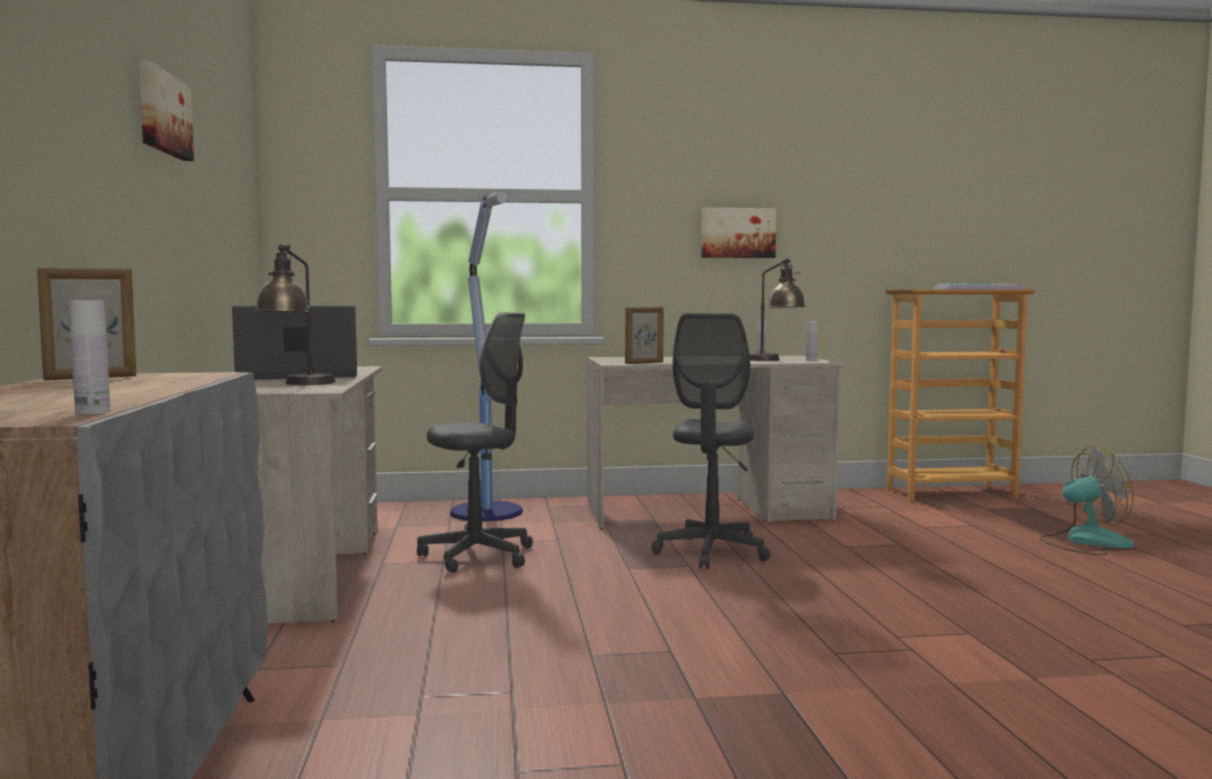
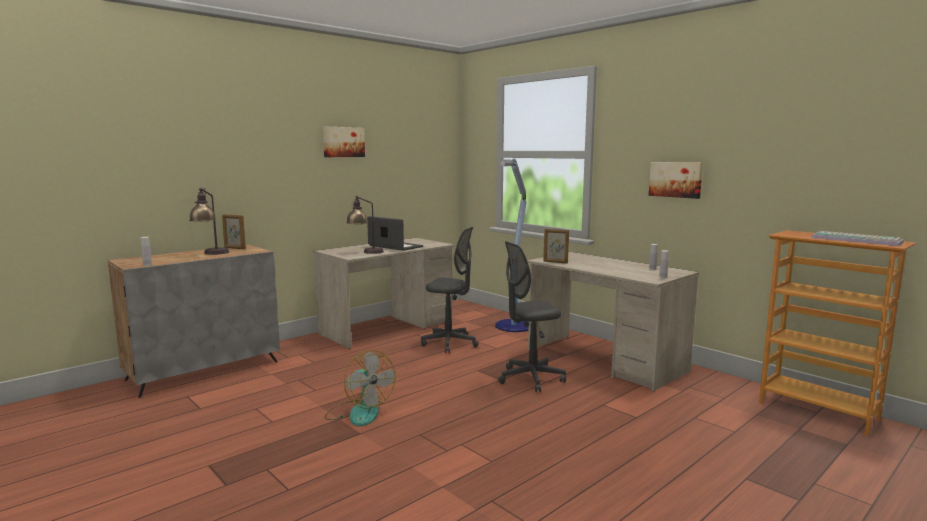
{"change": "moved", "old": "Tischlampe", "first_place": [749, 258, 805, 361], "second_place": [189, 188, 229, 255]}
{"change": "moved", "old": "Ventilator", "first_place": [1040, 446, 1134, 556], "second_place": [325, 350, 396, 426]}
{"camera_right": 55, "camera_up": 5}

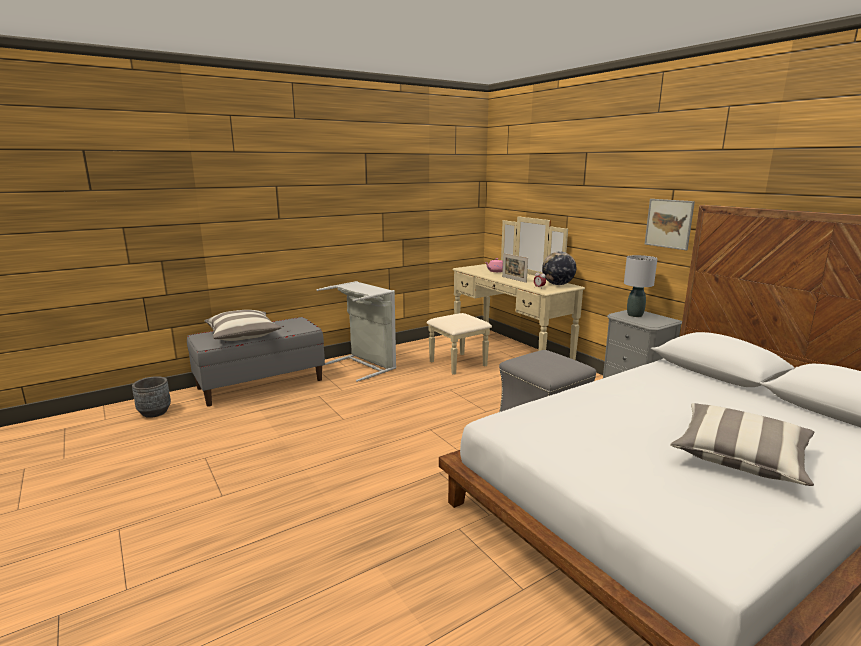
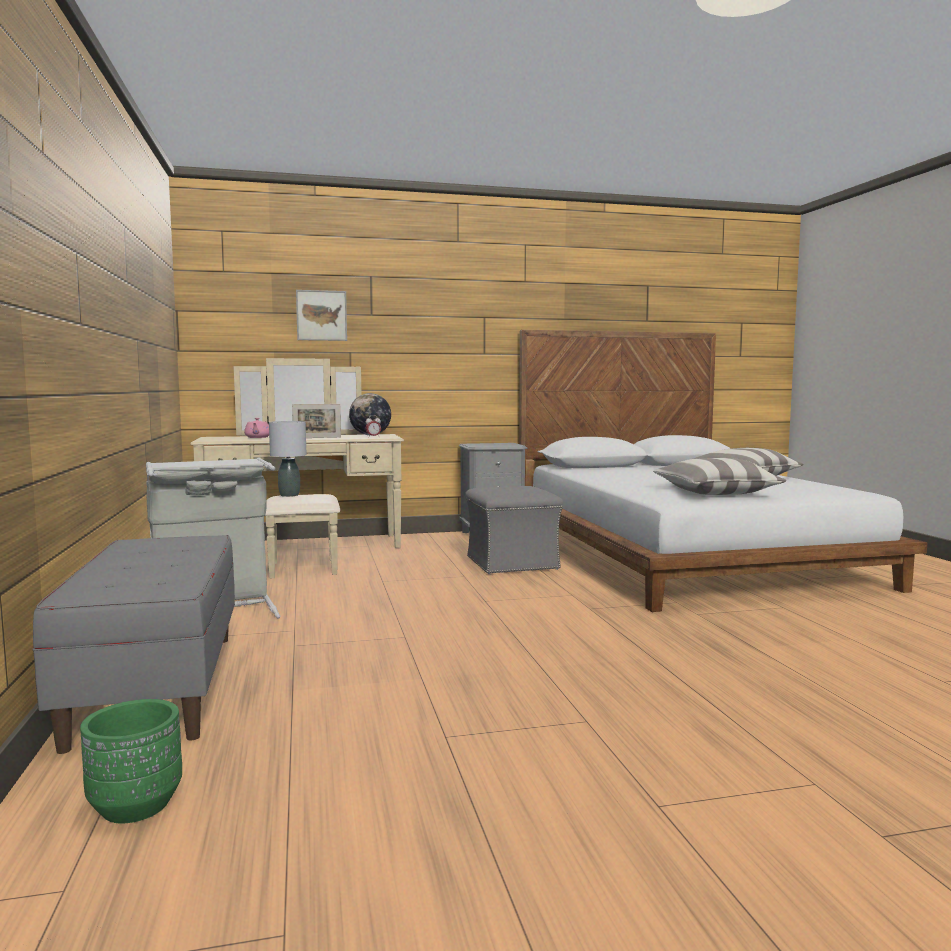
{"change": "moved", "old": "Kissen", "first_place": [204, 310, 282, 341], "second_place": [653, 458, 786, 495]}
{"change": "moved", "old": "Tischlampe/grau", "first_place": [624, 255, 657, 317], "second_place": [269, 421, 307, 497]}
{"change": "moved", "old": "Bild", "first_place": [645, 199, 695, 250], "second_place": [296, 290, 347, 341]}
{"change": "recoloured", "old": "Pflanzkübel/grau", "new": "Pflanzkübel/grün", "first_place": [132, 376, 171, 418], "second_place": [80, 699, 182, 823]}
{"camera_right": -70, "camera_up": -10}

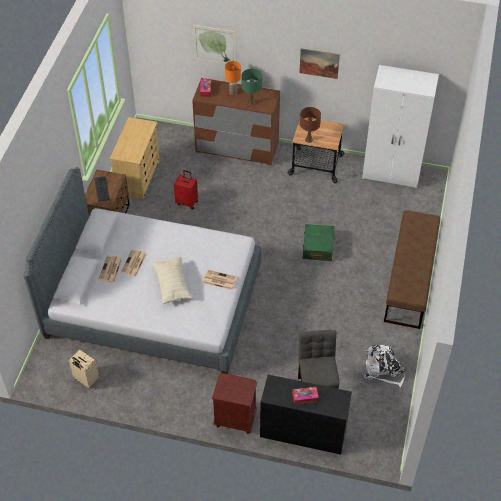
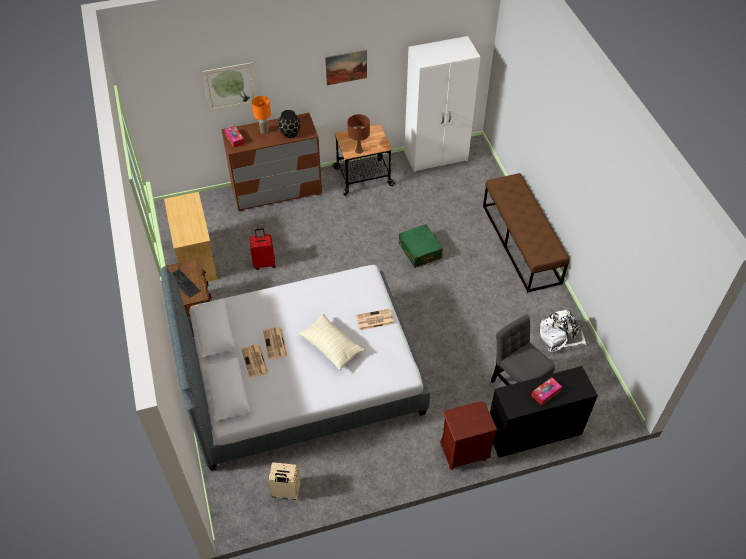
{"change": "replaced", "old": "Tischlampe/grün", "new": "Vase/schwarz", "first_place": [242, 69, 262, 105], "second_place": [278, 110, 300, 138]}
{"camera_right": -30, "camera_up": 0}

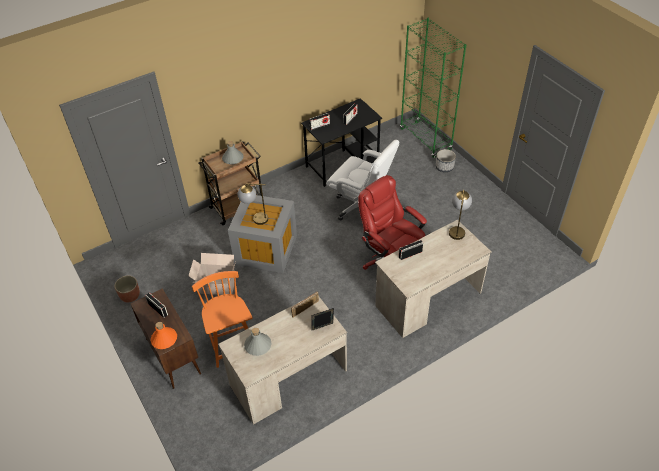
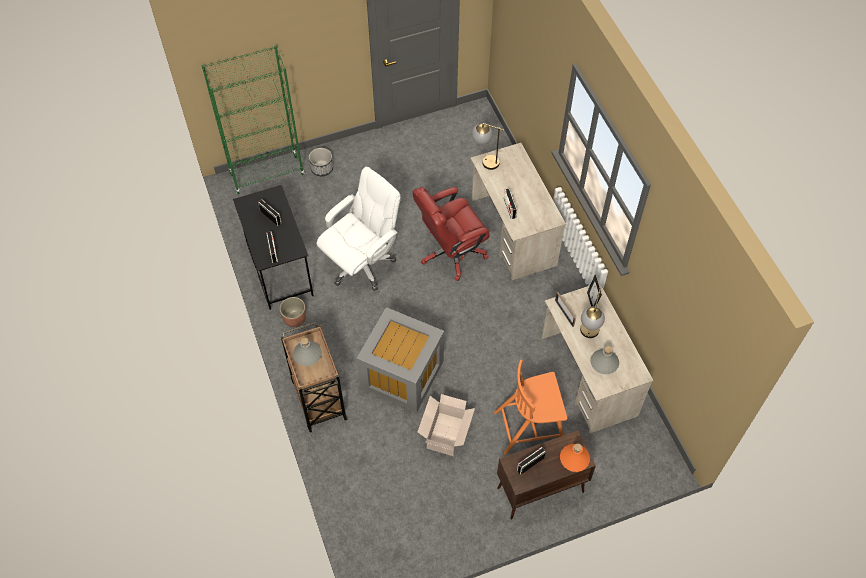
{"change": "moved", "old": "Pflanzkübel", "first_place": [115, 276, 140, 302], "second_place": [280, 297, 306, 327]}
{"change": "moved", "old": "Tischlampe", "first_place": [238, 183, 268, 225], "second_place": [580, 288, 605, 338]}
{"camera_right": -80, "camera_up": 10}

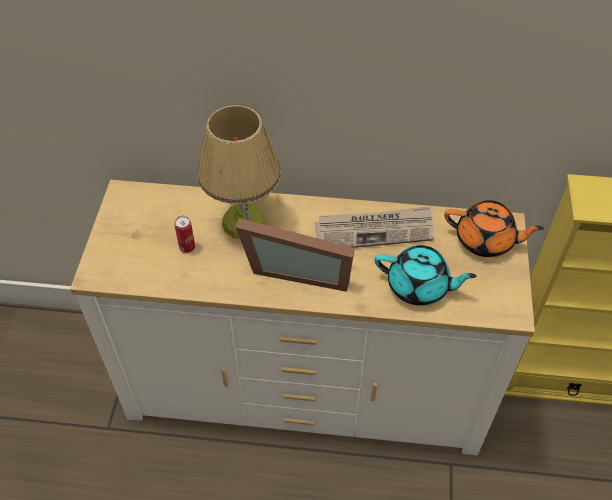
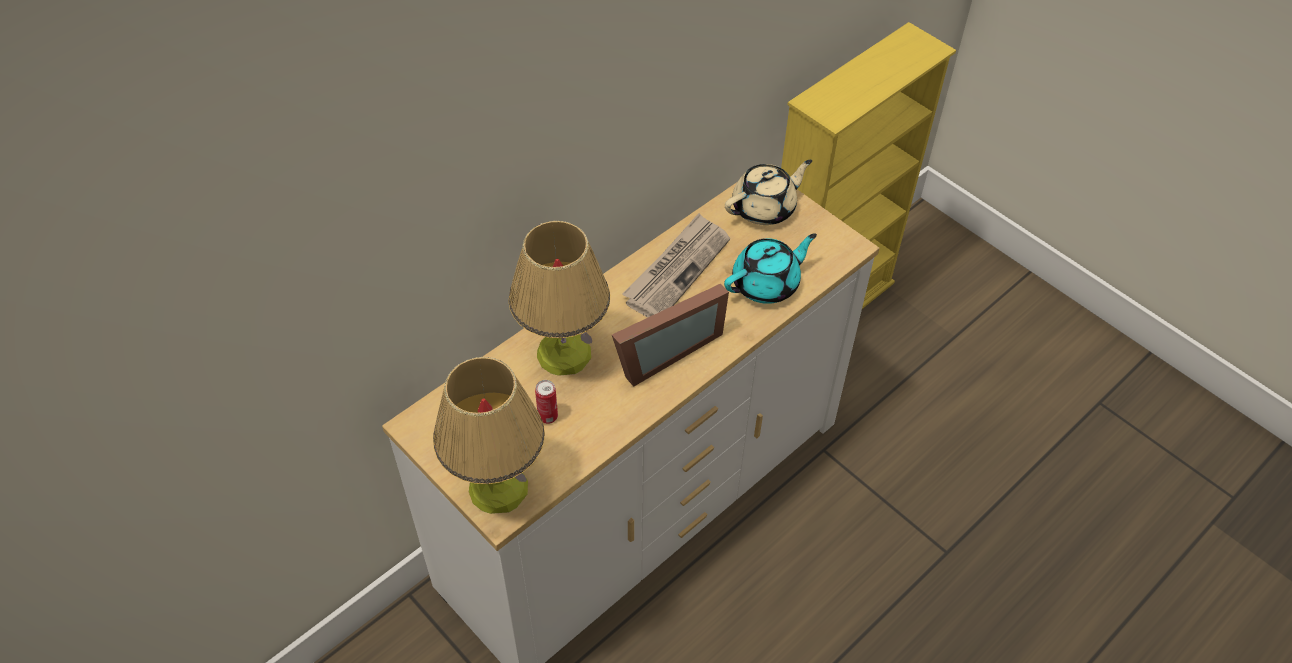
{"change": "added", "new": "Tischlampe", "second_place": [433, 357, 545, 514]}
{"change": "recoloured", "old": "Teekanne/orange", "new": "Teekanne/beige", "first_place": [444, 200, 544, 257], "second_place": [725, 160, 812, 225]}
{"camera_right": -50, "camera_up": 0}

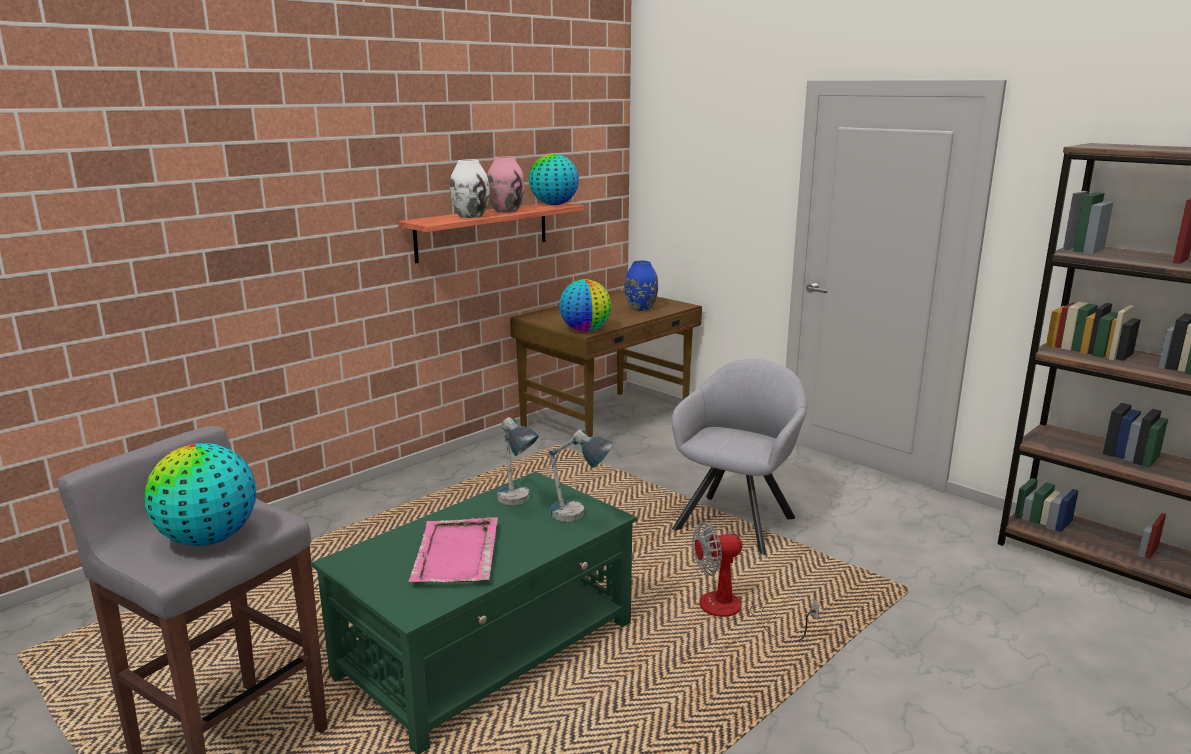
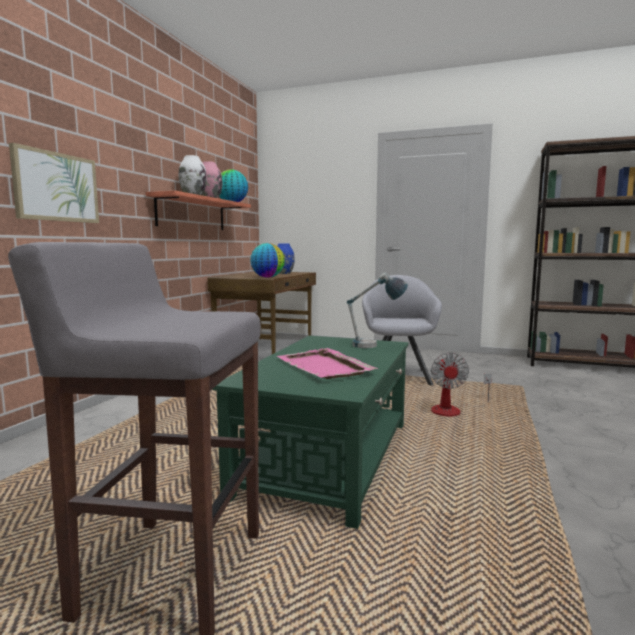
{"change": "removed", "old": "Globus", "first_place": [145, 443, 256, 546]}
{"change": "removed", "old": "Tischlampe", "first_place": [497, 417, 539, 505]}
{"change": "added", "new": "Bild", "second_place": [9, 143, 99, 223]}
{"change": "turned", "old": "Ventilator", "first_place": [693, 522, 819, 641], "second_place": [431, 353, 492, 416], "degrees": -45}
{"camera_right": -25, "camera_up": -10}

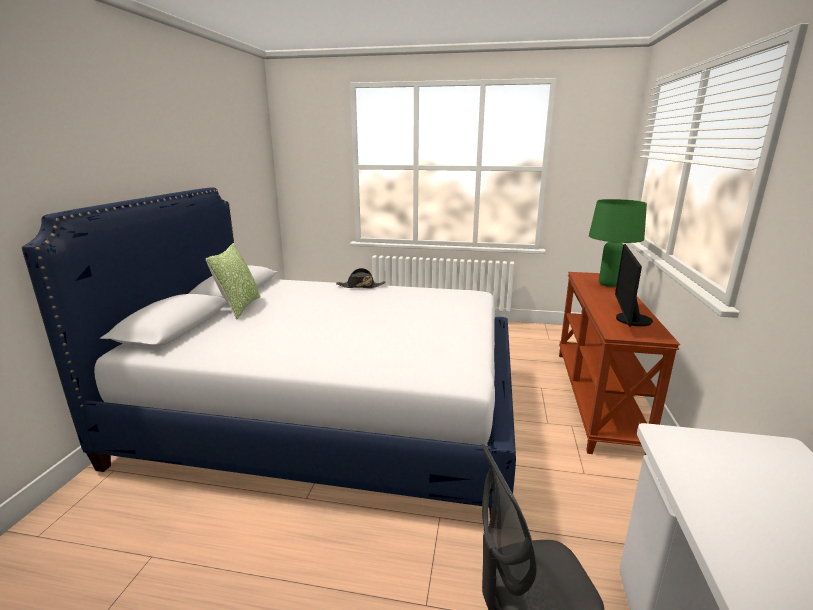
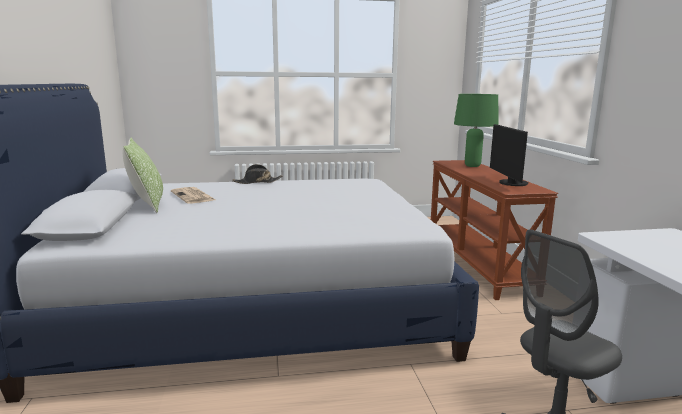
{"change": "added", "new": "Zeitung", "second_place": [171, 187, 215, 204]}
{"camera_right": -20, "camera_up": -5}

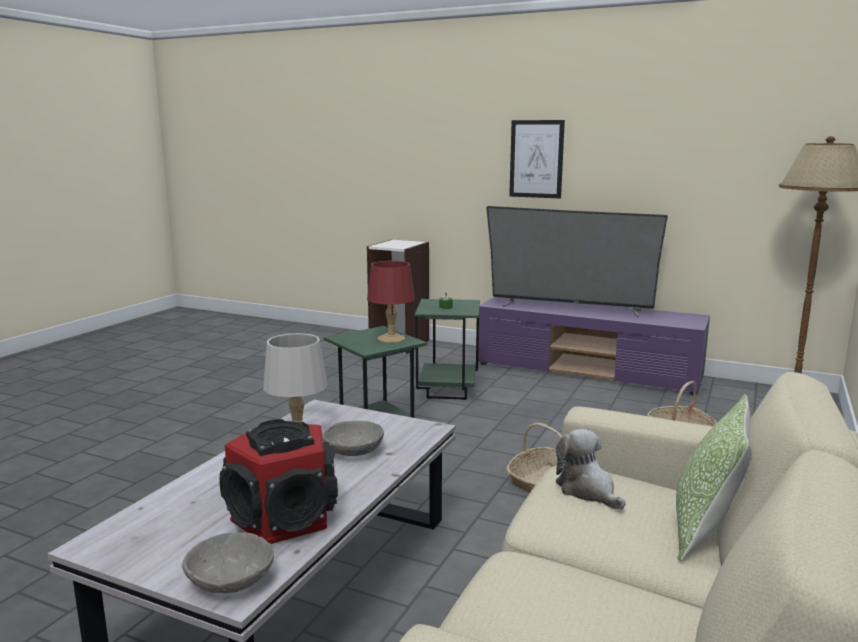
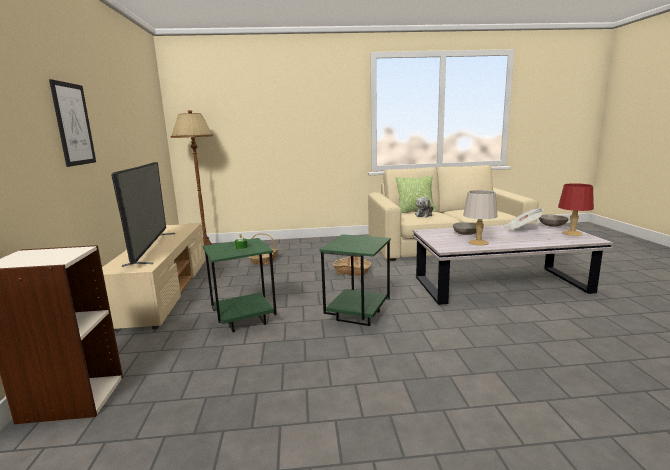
{"change": "moved", "old": "Tischlampe/rot", "first_place": [367, 261, 415, 343], "second_place": [558, 183, 594, 236]}
{"change": "replaced", "old": "Lautsprecher", "new": "Zeitung", "first_place": [219, 419, 338, 544], "second_place": [501, 208, 544, 230]}
{"change": "recoloured", "old": "Fernsehschrank/lila", "new": "Fernsehschrank/beige", "first_place": [478, 297, 710, 395], "second_place": [102, 223, 206, 329]}
{"camera_right": -120, "camera_up": 0}

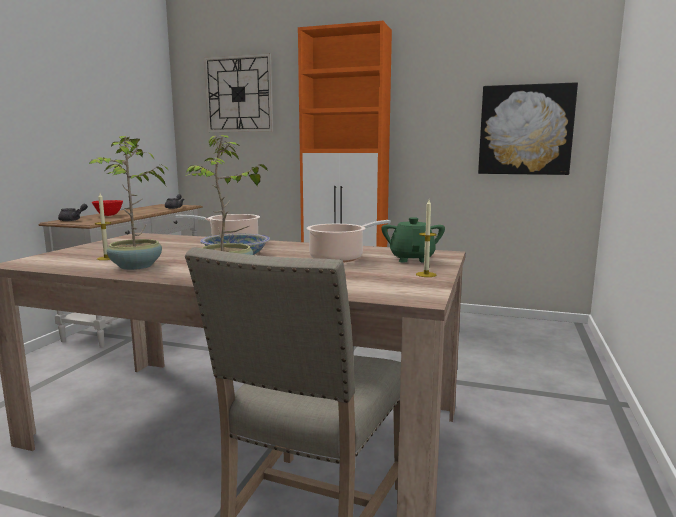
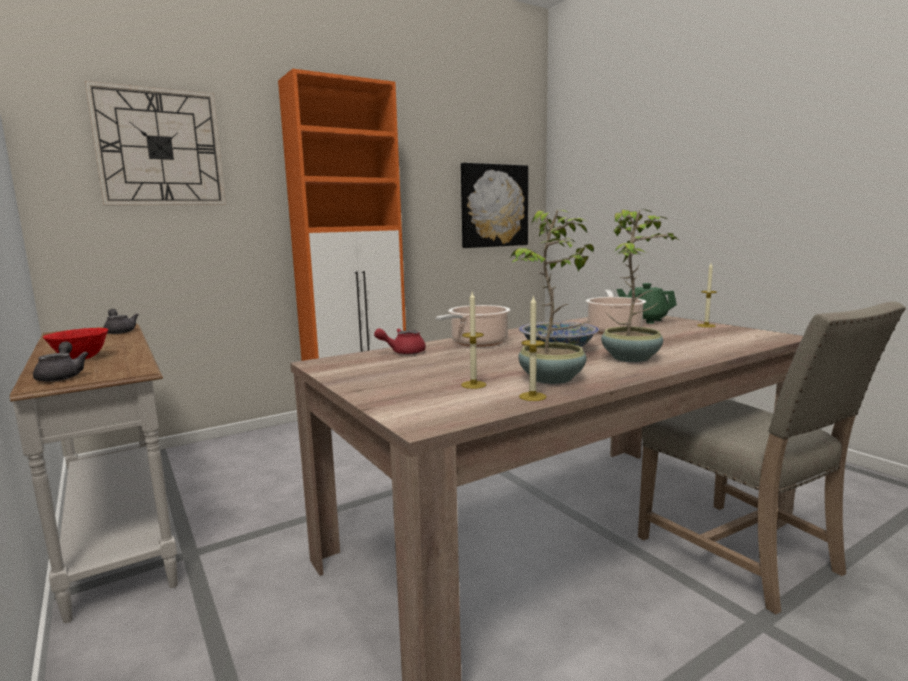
{"change": "added", "new": "Teekanne/rot", "second_place": [374, 328, 426, 354]}
{"change": "added", "new": "Kerze", "second_place": [519, 295, 547, 401]}
{"camera_right": -50, "camera_up": 0}

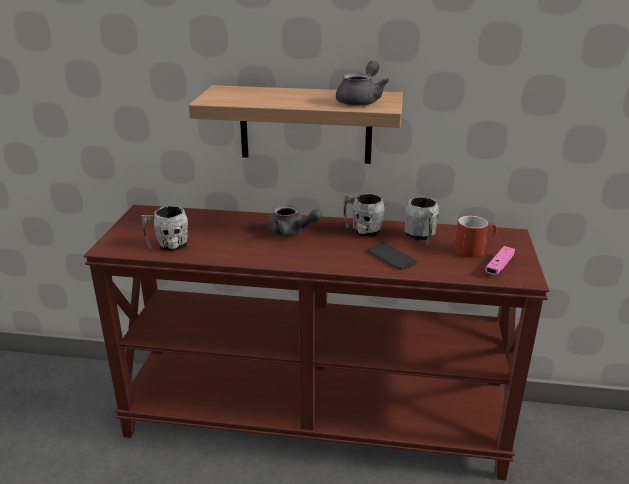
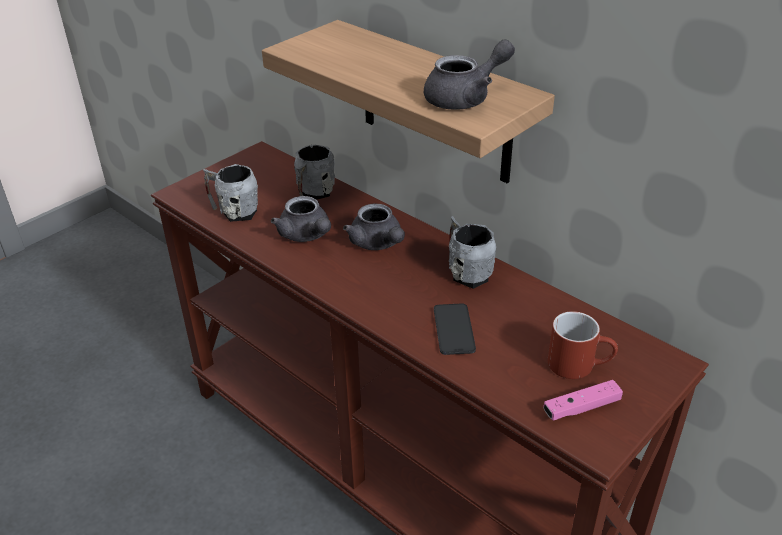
{"change": "added", "new": "Teekanne/grau", "second_place": [271, 196, 331, 242]}
{"change": "moved", "old": "Henkelbecher/grau", "first_place": [405, 197, 439, 246], "second_place": [294, 145, 335, 200]}
{"camera_right": 35, "camera_up": 10}

